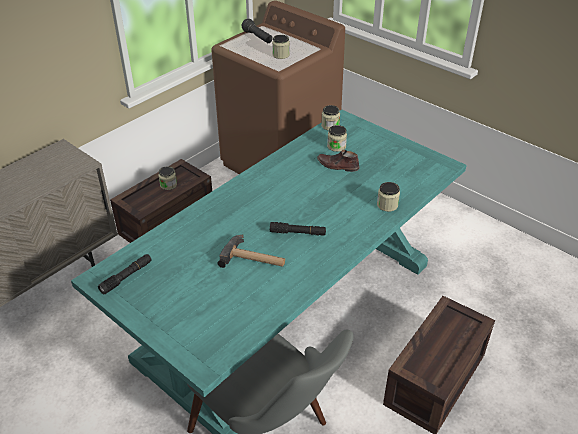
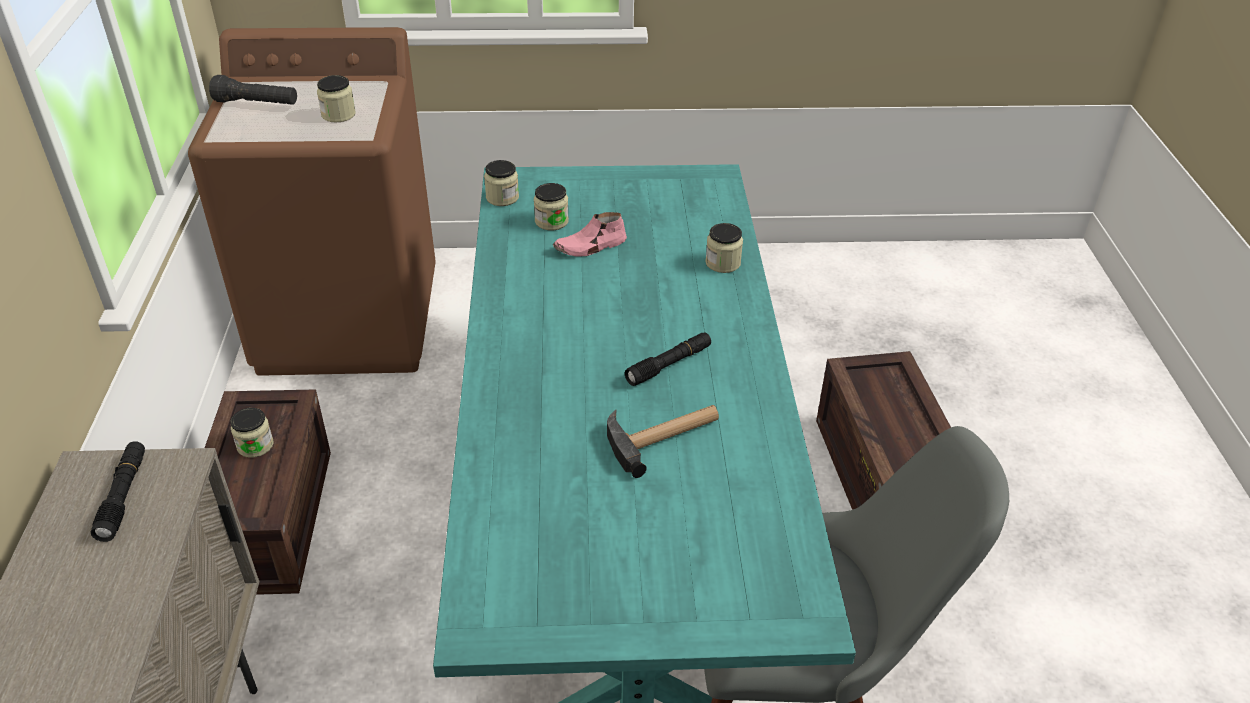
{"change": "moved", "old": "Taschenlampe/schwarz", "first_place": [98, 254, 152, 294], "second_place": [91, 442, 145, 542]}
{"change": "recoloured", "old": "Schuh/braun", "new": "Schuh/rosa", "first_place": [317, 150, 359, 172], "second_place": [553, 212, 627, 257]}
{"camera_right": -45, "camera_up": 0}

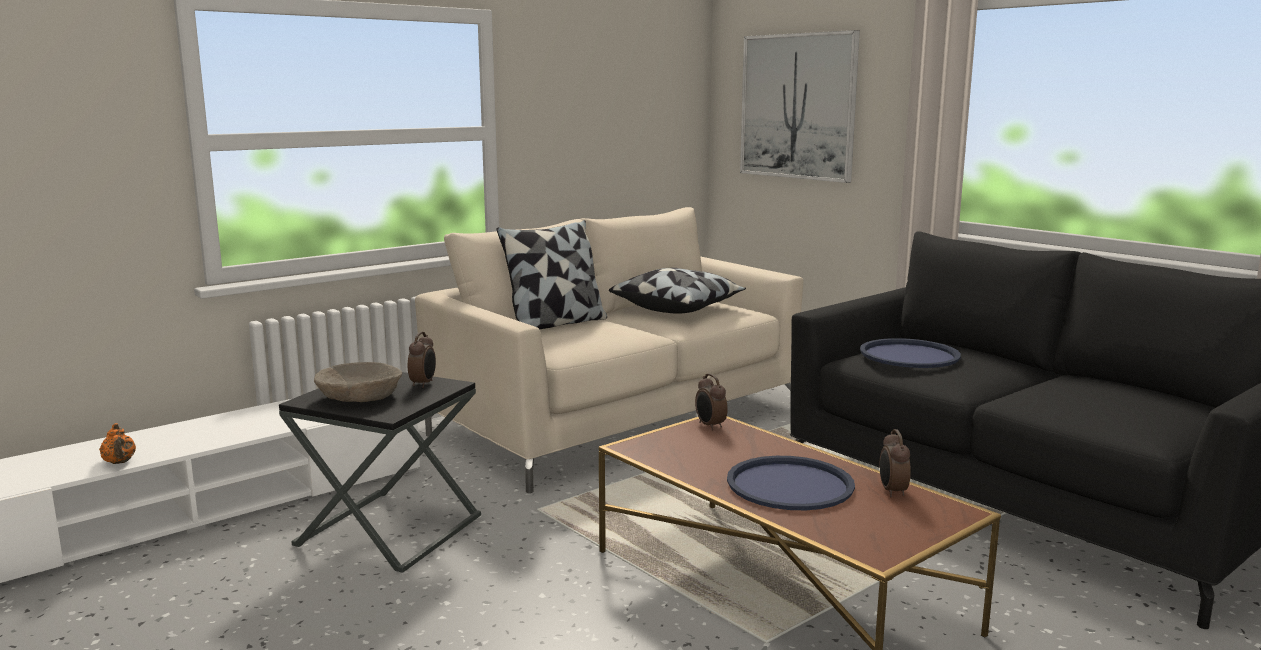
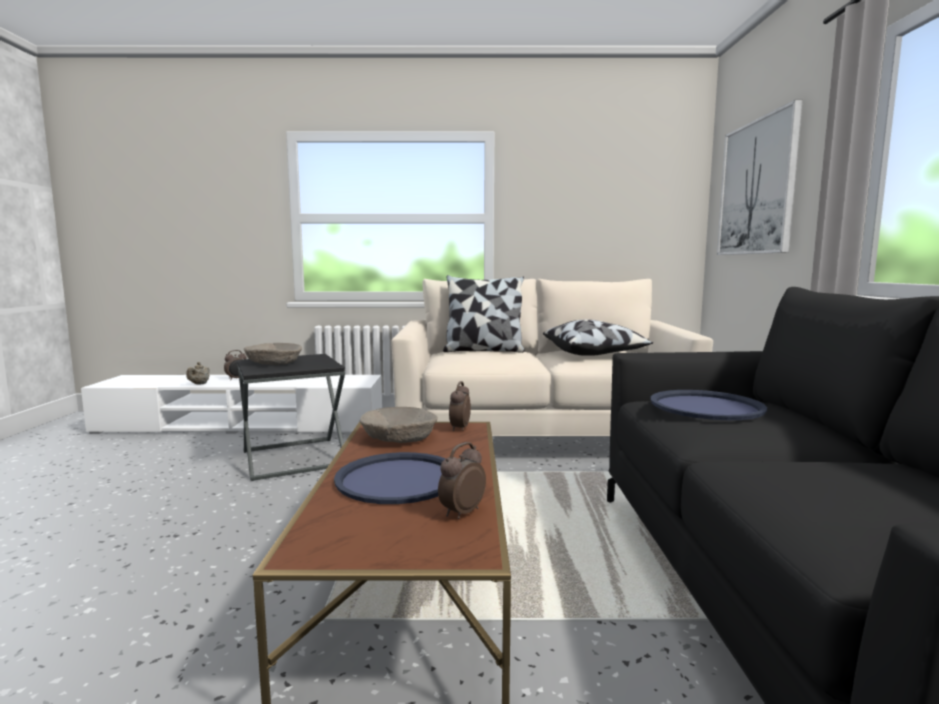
{"change": "added", "new": "Schüssel/beige", "second_place": [360, 407, 438, 443]}
{"change": "moved", "old": "Wecker", "first_place": [408, 332, 436, 388], "second_place": [224, 350, 247, 380]}
{"change": "recoloured", "old": "Teekanne/orange", "new": "Teekanne/beige", "first_place": [99, 423, 136, 464], "second_place": [186, 362, 210, 385]}
{"camera_right": 40, "camera_up": -5}

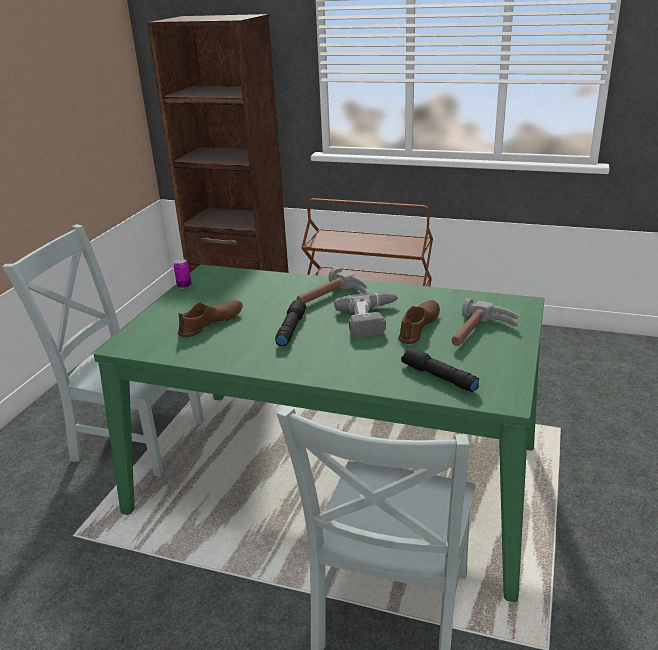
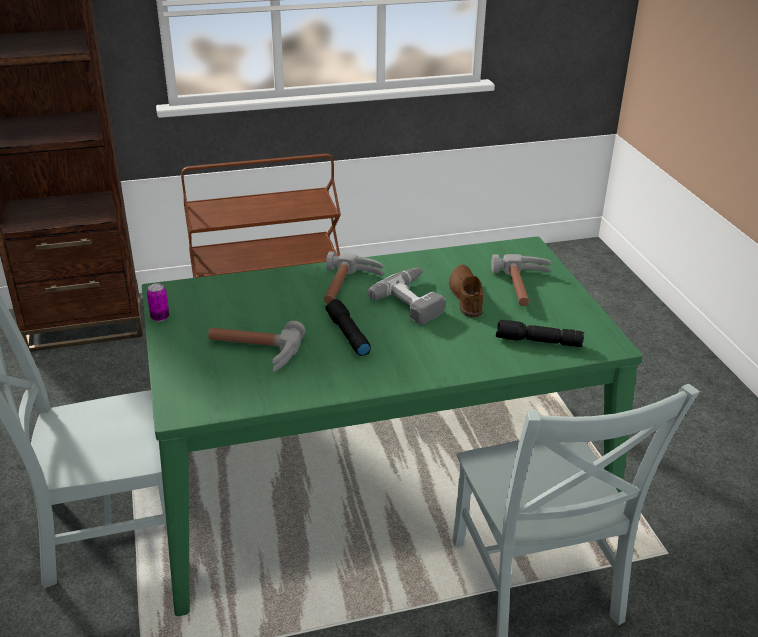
{"change": "replaced", "old": "Schuh/braun", "new": "Hammer", "first_place": [178, 300, 243, 337], "second_place": [208, 321, 305, 372]}
{"camera_right": -35, "camera_up": 5}

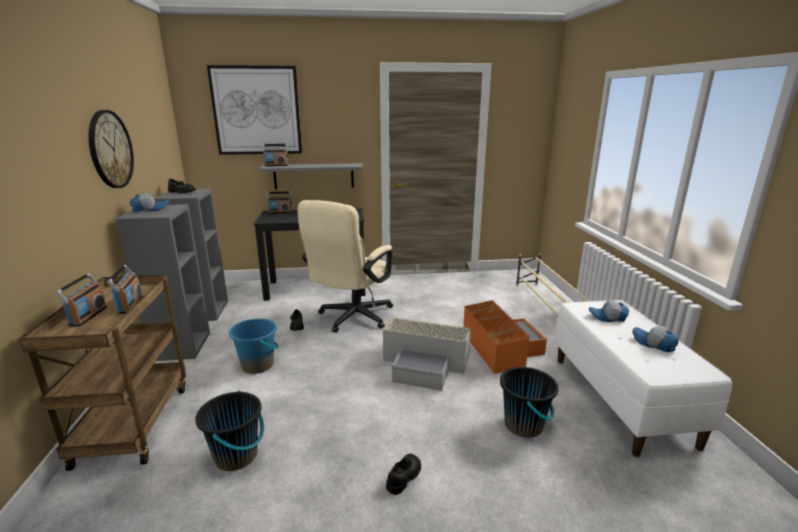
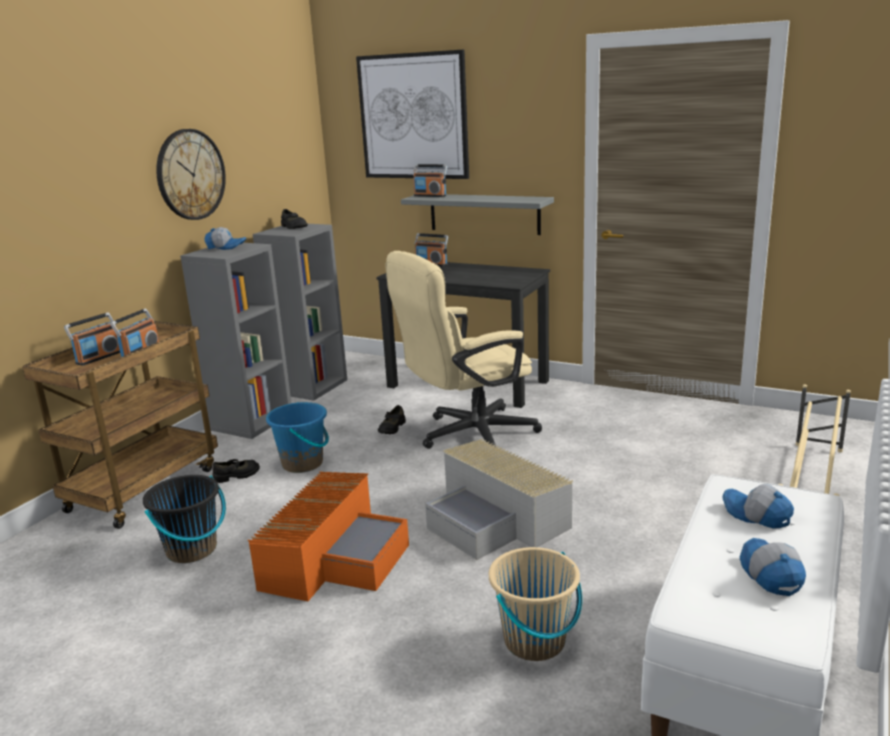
{"change": "moved", "old": "Schuh/schwarz", "first_place": [386, 453, 421, 495], "second_place": [212, 459, 260, 483]}
{"change": "moved", "old": "Aufbewahrungsbox/orange", "first_place": [463, 300, 547, 374], "second_place": [248, 472, 409, 601]}
{"change": "recoloured", "old": "Eimer/schwarz", "new": "Eimer/beige", "first_place": [500, 366, 559, 438], "second_place": [489, 547, 582, 661]}
{"camera_right": 35, "camera_up": 0}

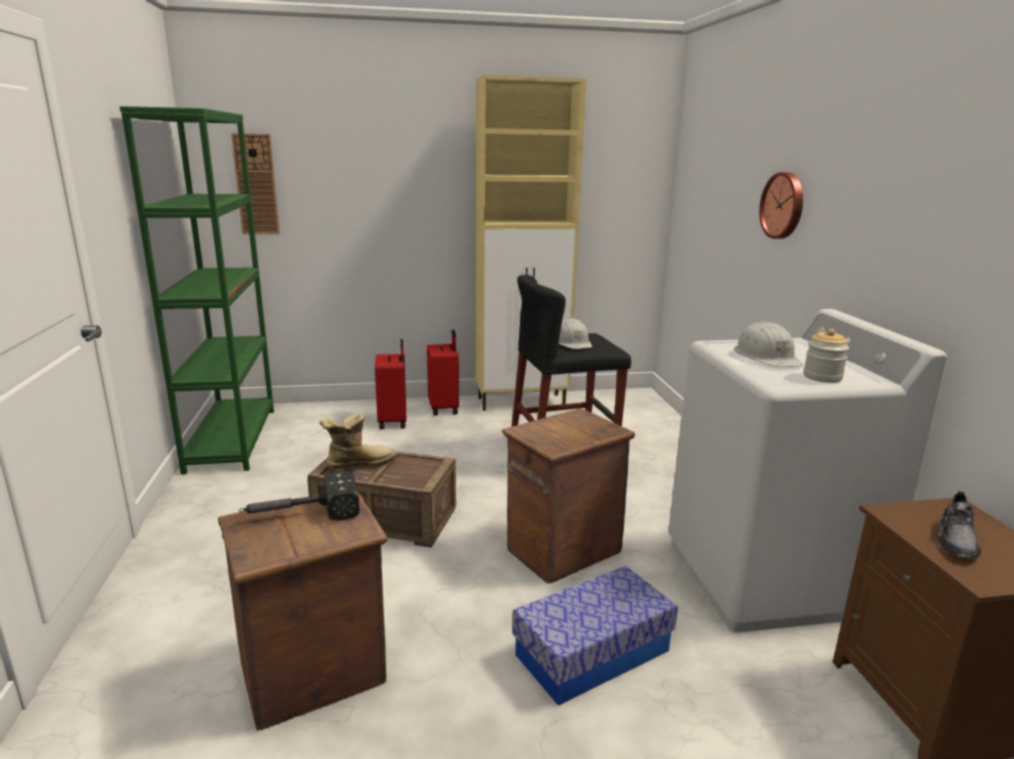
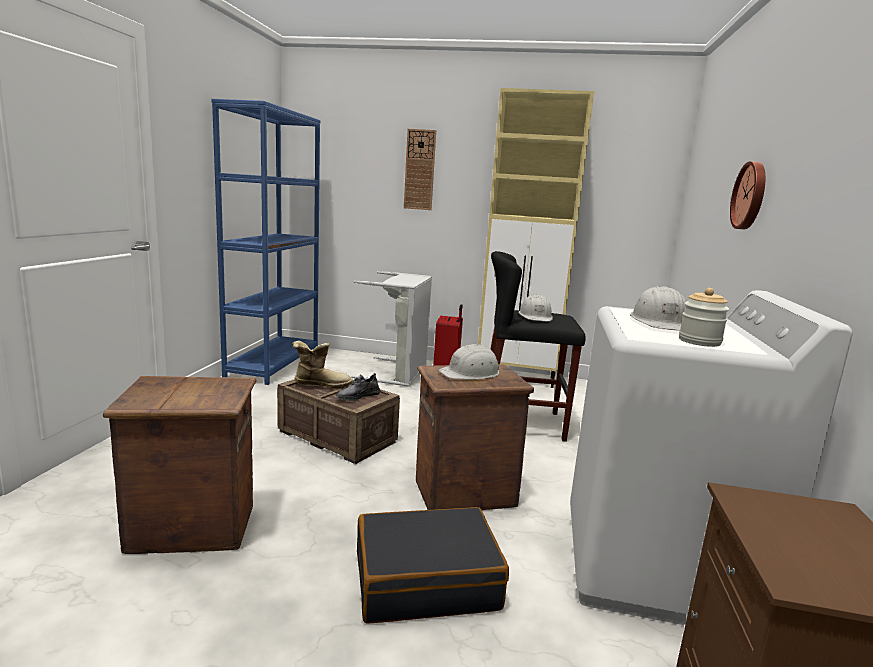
{"change": "removed", "old": "Hammer", "first_place": [239, 471, 360, 521]}
{"change": "added", "new": "Schutzhelm/weiß", "second_place": [439, 344, 499, 380]}
{"change": "moved", "old": "Wanduhr", "first_place": [231, 133, 280, 234], "second_place": [404, 129, 436, 210]}
{"change": "moved", "old": "Schuh/grau", "first_place": [938, 491, 981, 559], "second_place": [336, 373, 380, 401]}
{"change": "replaced", "old": "Koffer/rot", "new": "Wäschekorb/grau", "first_place": [375, 339, 406, 429], "second_place": [351, 271, 432, 387]}
{"change": "replaced", "old": "Aufbewahrungsbox", "new": "Koffer/schwarz", "first_place": [512, 566, 678, 706], "second_place": [357, 507, 509, 624]}
{"change": "recoloured", "old": "Bücherregal/grün", "new": "Bücherregal/blau", "first_place": [119, 106, 274, 474], "second_place": [211, 99, 321, 385]}
{"camera_right": 20, "camera_up": -5}

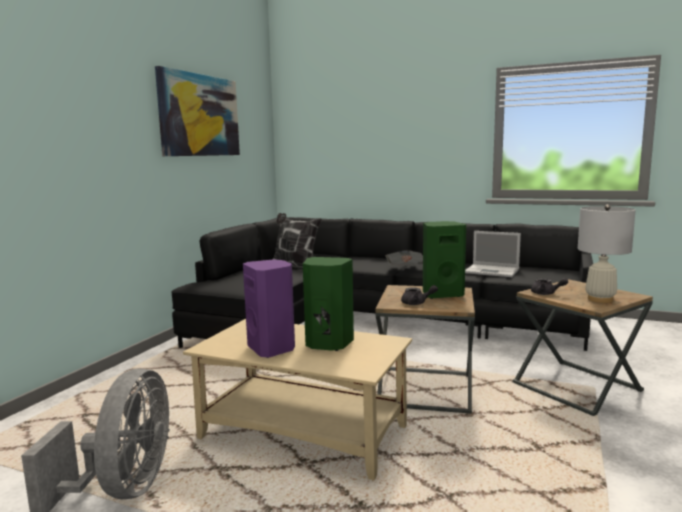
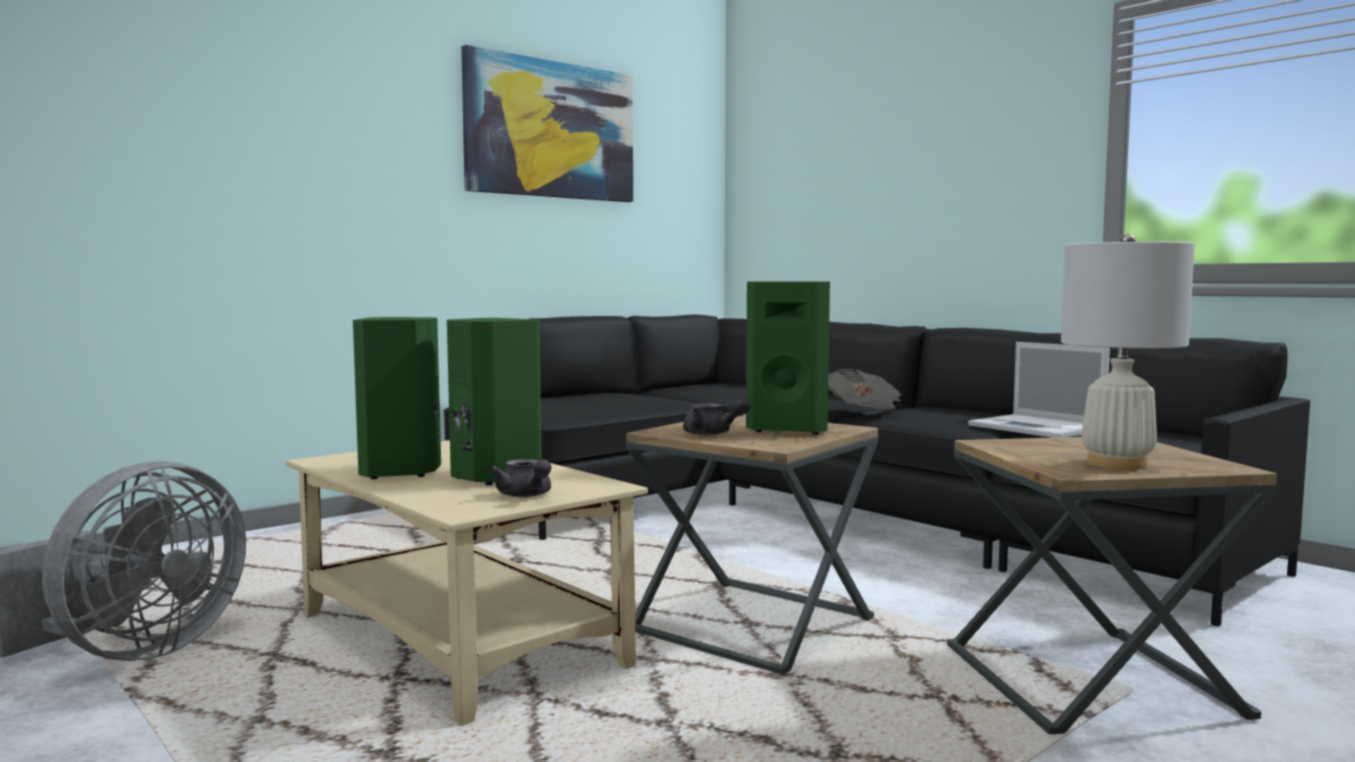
{"change": "removed", "old": "Kissen", "first_place": [273, 213, 322, 266]}
{"change": "moved", "old": "Teekanne/grau", "first_place": [531, 278, 568, 295], "second_place": [490, 459, 551, 497]}
{"change": "recoloured", "old": "Lautsprecher/lila", "new": "Lautsprecher/grün", "first_place": [243, 259, 295, 358], "second_place": [353, 317, 441, 479]}
{"camera_right": 25, "camera_up": -5}

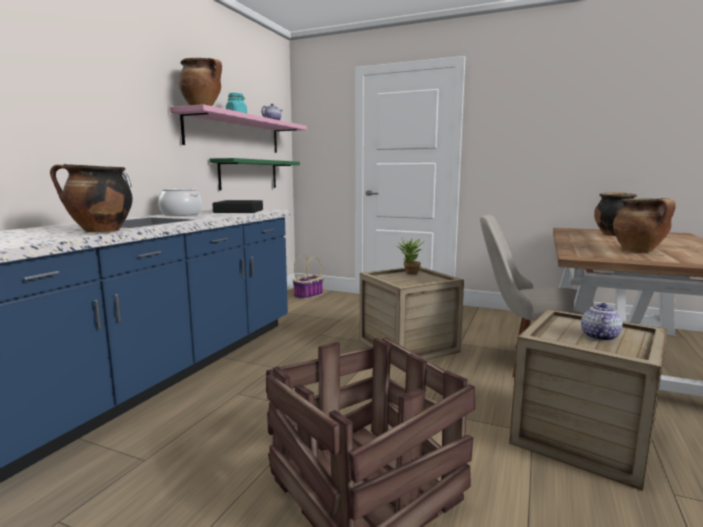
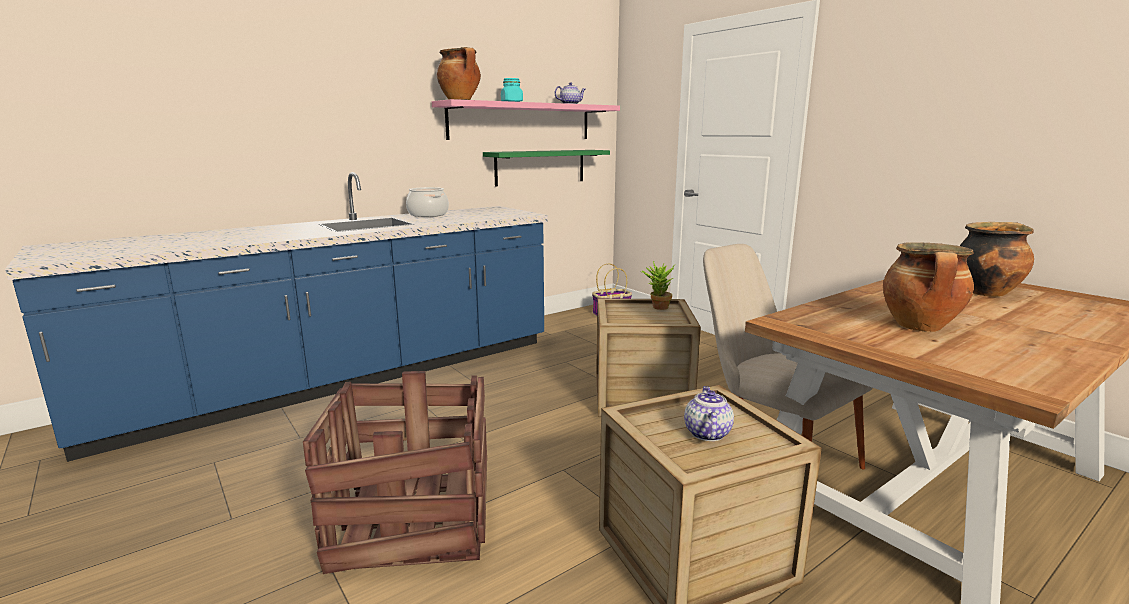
{"change": "removed", "old": "Kochtopf", "first_place": [50, 164, 133, 232]}
{"change": "removed", "old": "Tablett/schwarz", "first_place": [212, 200, 263, 213]}
{"change": "turned", "old": "Teekanne", "first_place": [581, 303, 623, 341], "second_place": [684, 386, 734, 441], "degrees": -45}
{"camera_right": 30, "camera_up": 5}

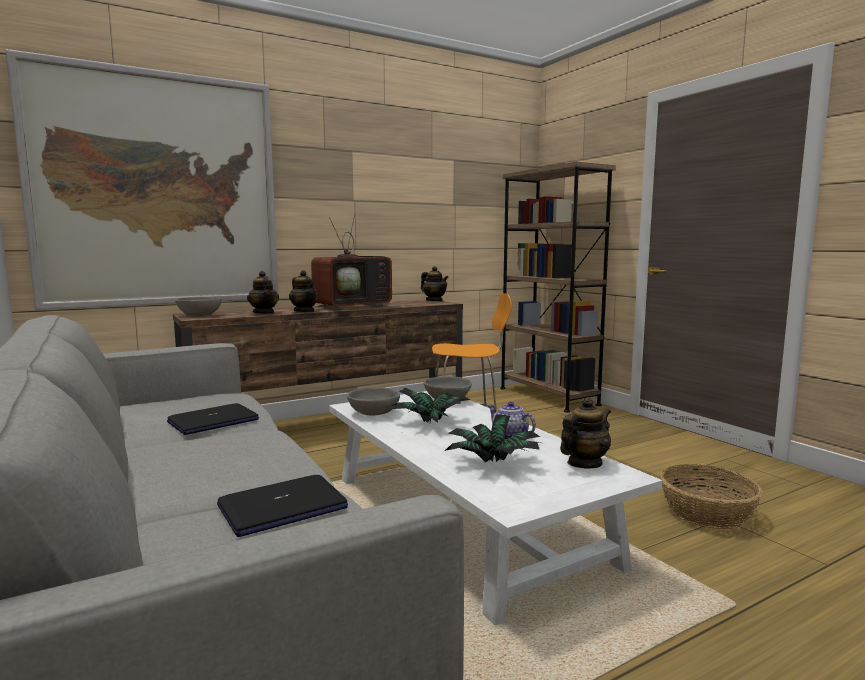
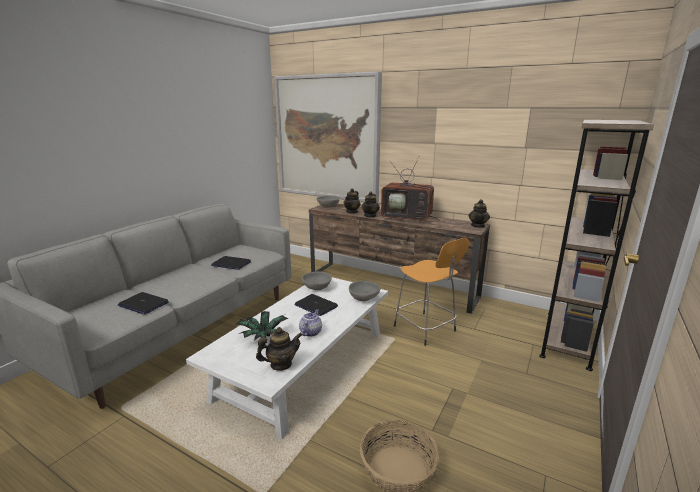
{"change": "replaced", "old": "Topfpflanze", "new": "Laptop", "first_place": [391, 388, 470, 423], "second_place": [294, 294, 338, 316]}
{"change": "turned", "old": "Teekanne", "first_place": [560, 397, 611, 468], "second_place": [256, 327, 302, 371], "degrees": -45}
{"camera_right": 60, "camera_up": 10}

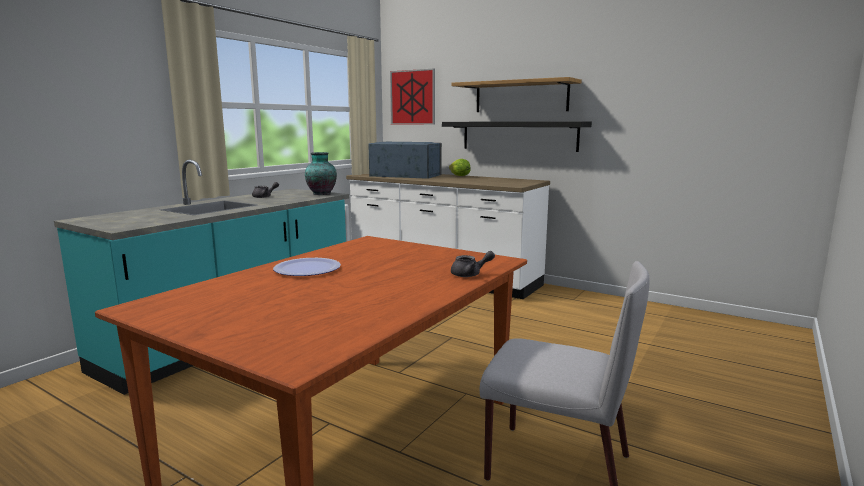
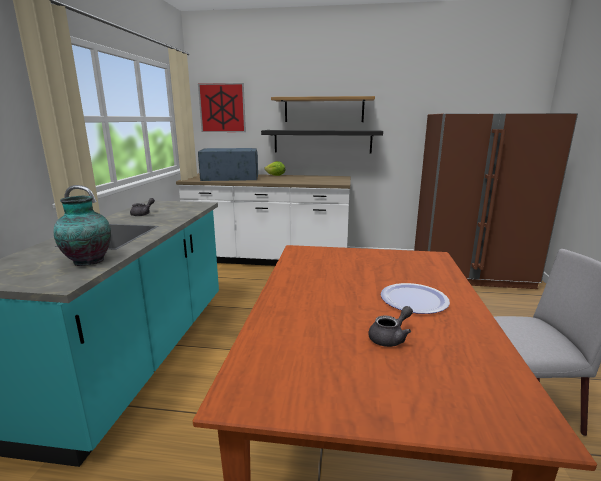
{"change": "added", "new": "Kühlschrank/braun", "second_place": [414, 113, 578, 289]}
{"change": "moved", "old": "Teller", "first_place": [273, 258, 341, 276], "second_place": [381, 283, 450, 314]}
{"change": "moved", "old": "Vase", "first_place": [305, 152, 337, 195], "second_place": [53, 196, 111, 266]}
{"change": "moved", "old": "Teekanne/grau", "first_place": [451, 251, 495, 277], "second_place": [368, 306, 413, 347]}
{"camera_right": -25, "camera_up": 5}

